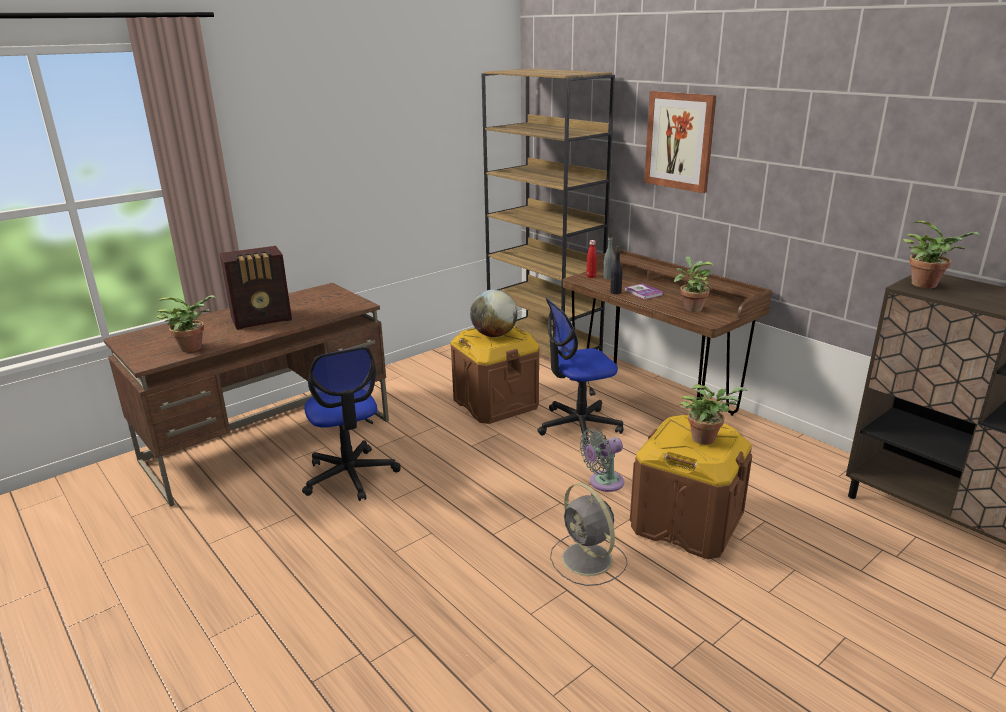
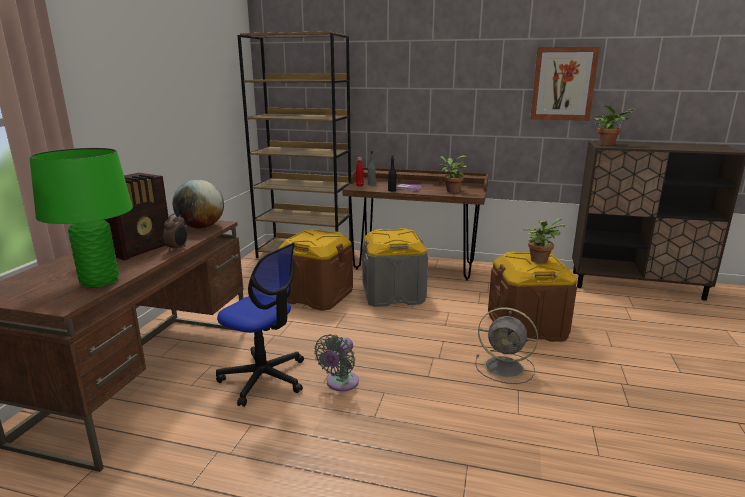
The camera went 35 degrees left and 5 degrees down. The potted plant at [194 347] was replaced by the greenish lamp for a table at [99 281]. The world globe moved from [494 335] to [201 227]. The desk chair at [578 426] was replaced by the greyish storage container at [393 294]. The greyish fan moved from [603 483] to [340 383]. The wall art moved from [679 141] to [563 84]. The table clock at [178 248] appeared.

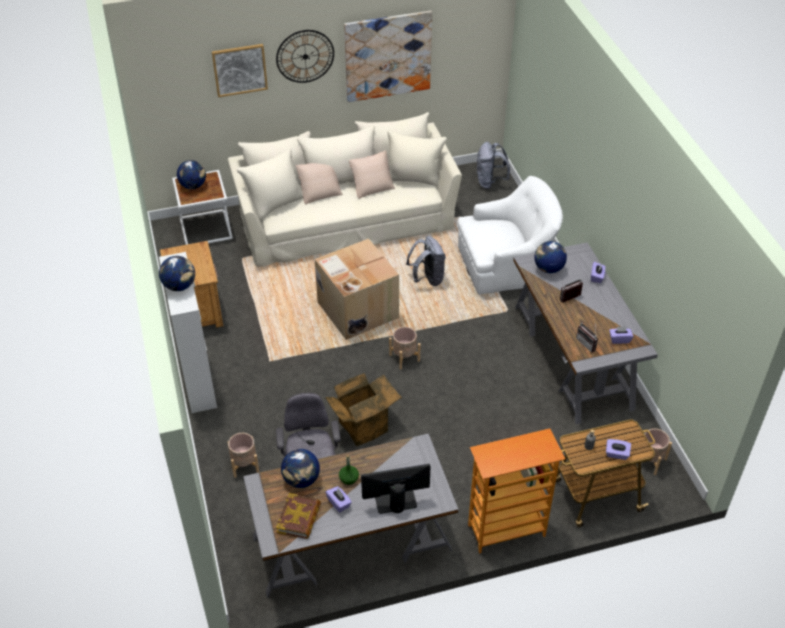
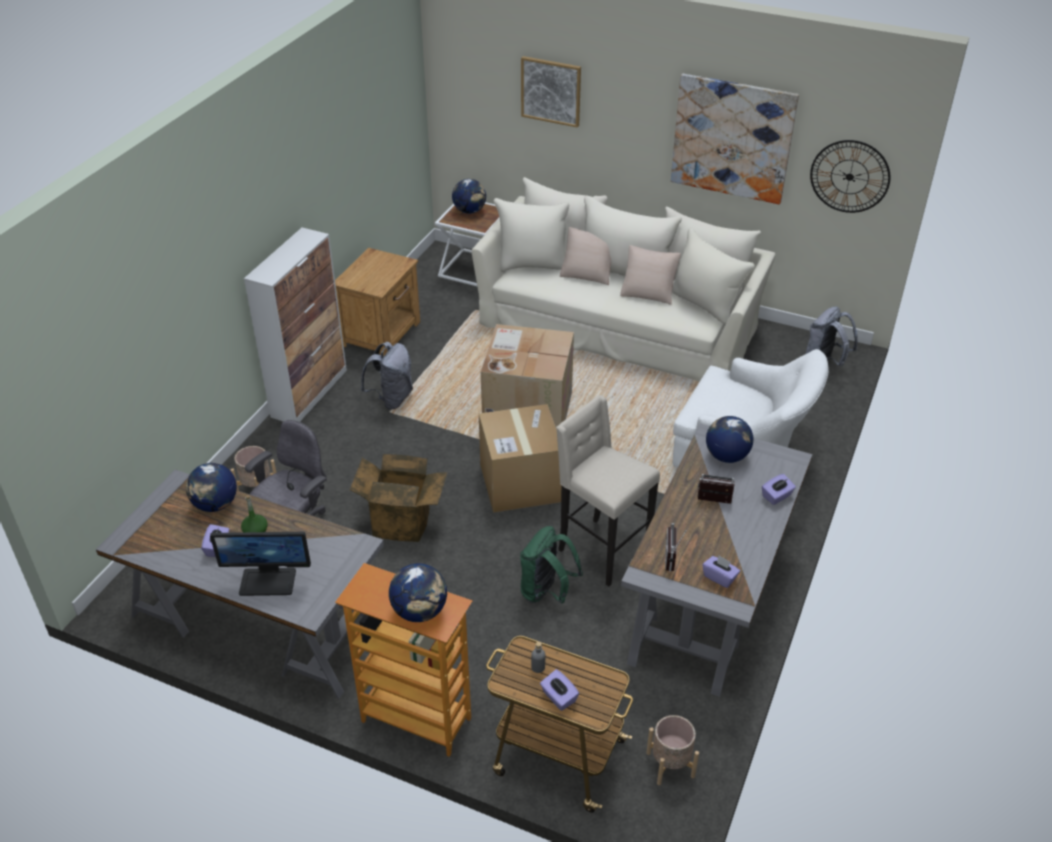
The camera went 40 degrees right and 5 degrees down. The world globe moved from [179 286] to [420 611]. The wall clock moved from [305 56] to [849 176]. The volume at [299 518] disappeared. The computer display at [395 501] turned 150 degrees clockwise. The sand-coloured flower pot at [404 357] was replaced by the carton at [520 483]. The greyish rucksack moved from [427 279] to [391 399]. The greenish rucksack at [546 592] appeared. The sand-coloured stool seat at [601 550] appeared.

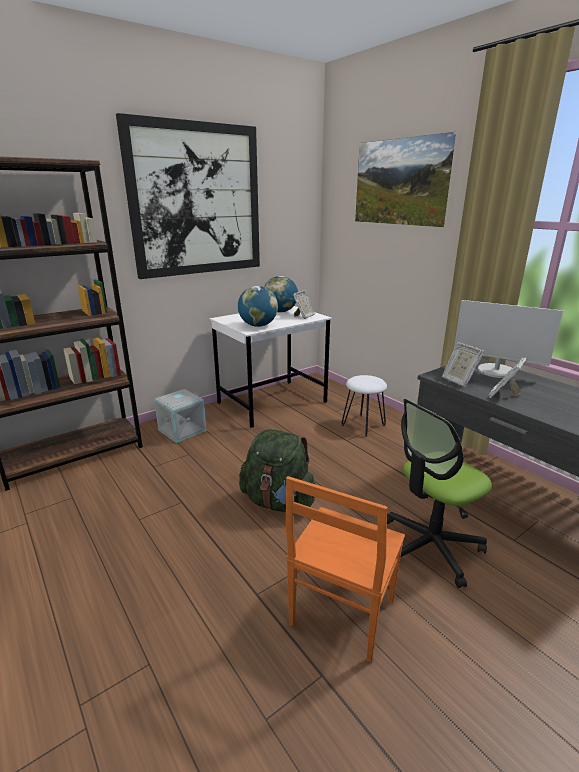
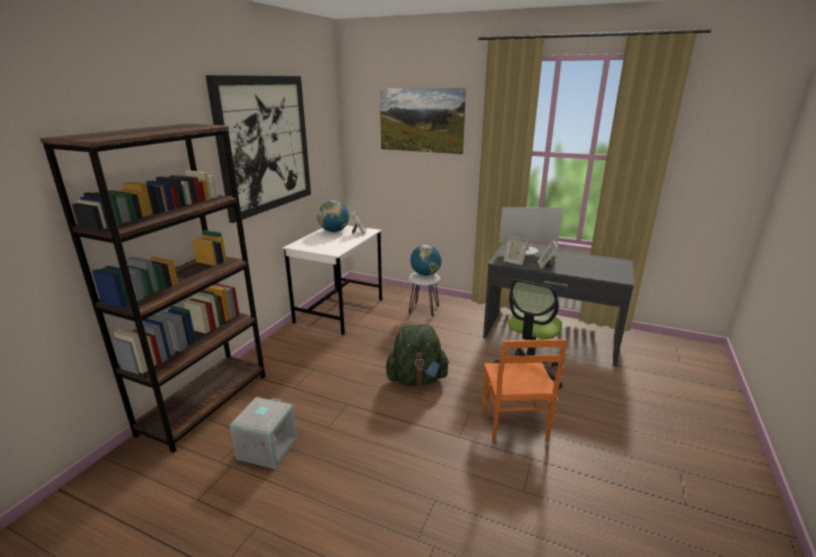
The camera went 30 degrees left and 0 degrees up. The greyish storage container moved from [182 430] to [266 447]. The world globe moved from [258 326] to [425 274].

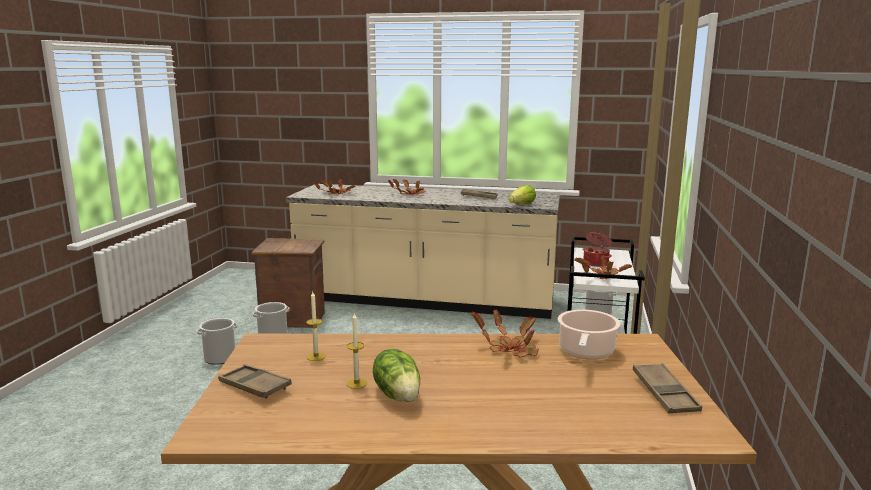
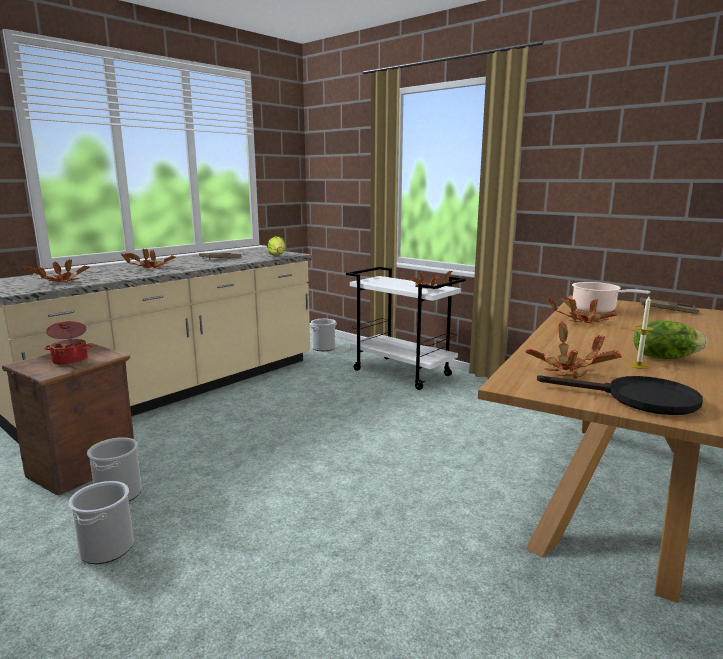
The camera went 60 degrees left and 0 degrees up. The brown-coloured tray at [254 386] was replaced by the blackish skillet at [638 399]. The wax light at [316 356] was replaced by the potted plant at [569 370]. The stockpot moved from [596 263] to [71 360].

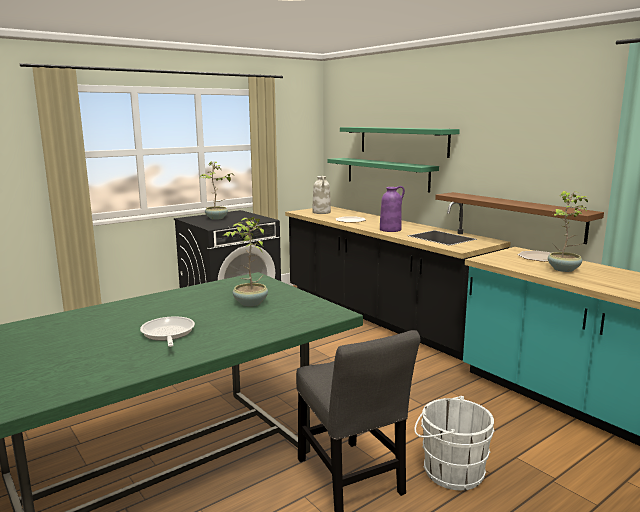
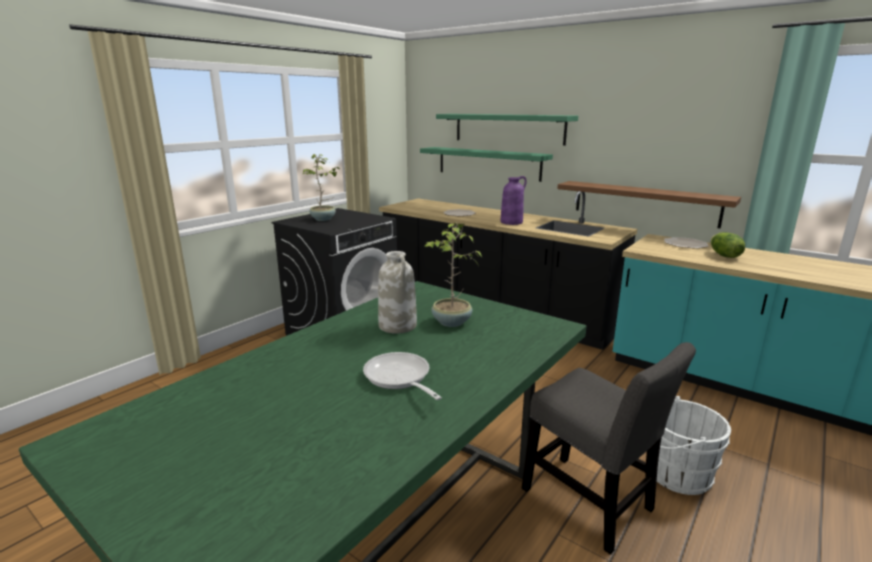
The camera went 15 degrees left and 5 degrees up. The whitish vase moved from [321 212] to [398 326]. The potted plant at [564 269] was replaced by the lettuce at [724 255].

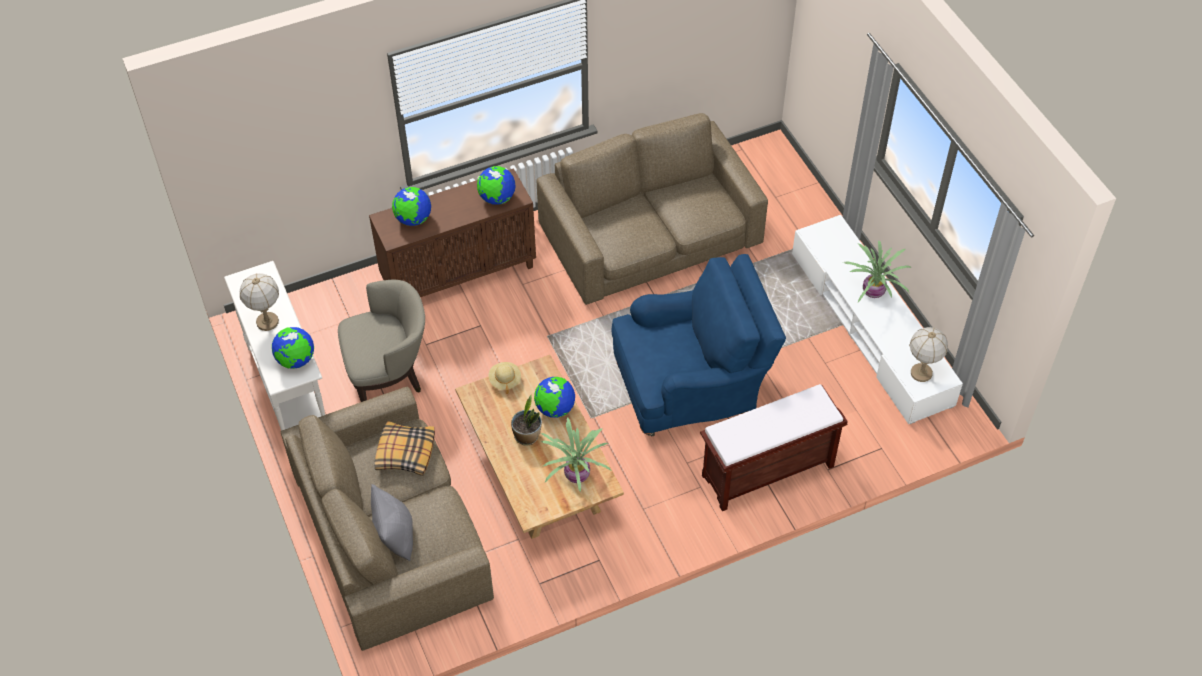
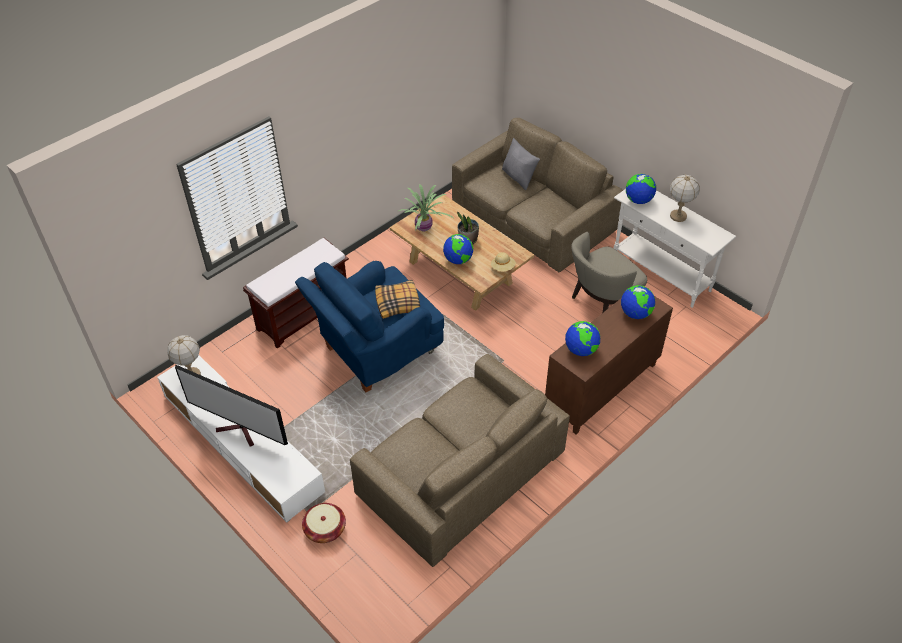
The camera went 160 degrees right and 5 degrees down. The throw pillow moved from [405 453] to [398 303]. The potted plant at [872 293] was replaced by the TV at [240 432]. The basket at [325 529] appeared.

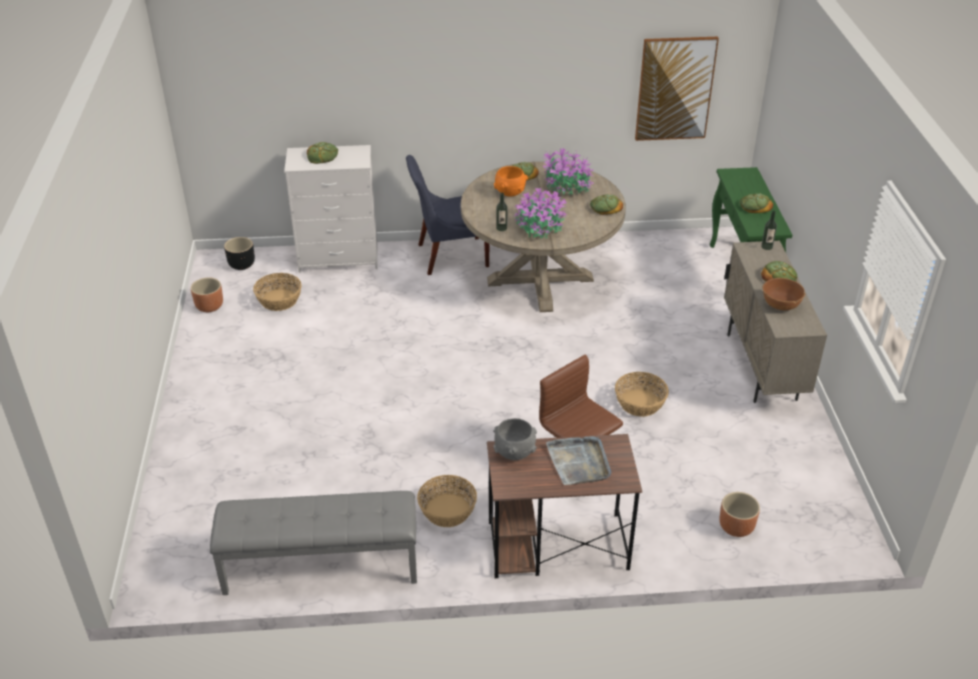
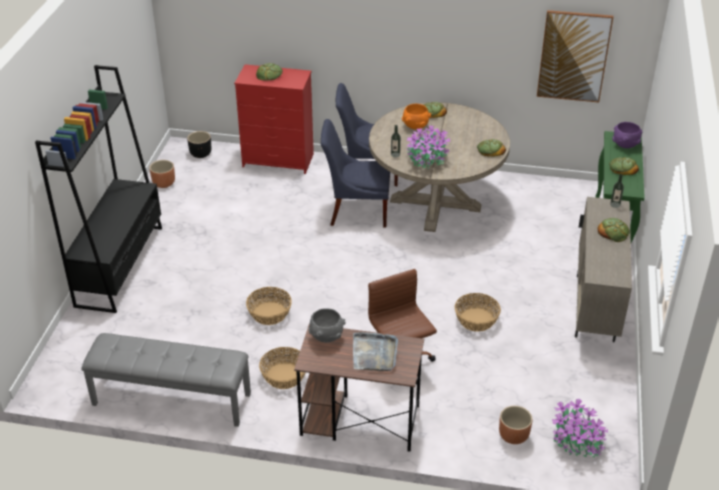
The camera went 15 degrees right and 0 degrees up. The basket moved from [279 300] to [269 314]. The whitish drawer chest at [339 258] became the red-coloured drawer chest at [279 160]. The potted plant moved from [566 187] to [576 442]. The brown-coloured bowl at [780 304] disappeared. The blackish shelving unit at [120 265] appeared. The blue chair at [356 211] appeared. The purple bowl at [625 145] appeared.

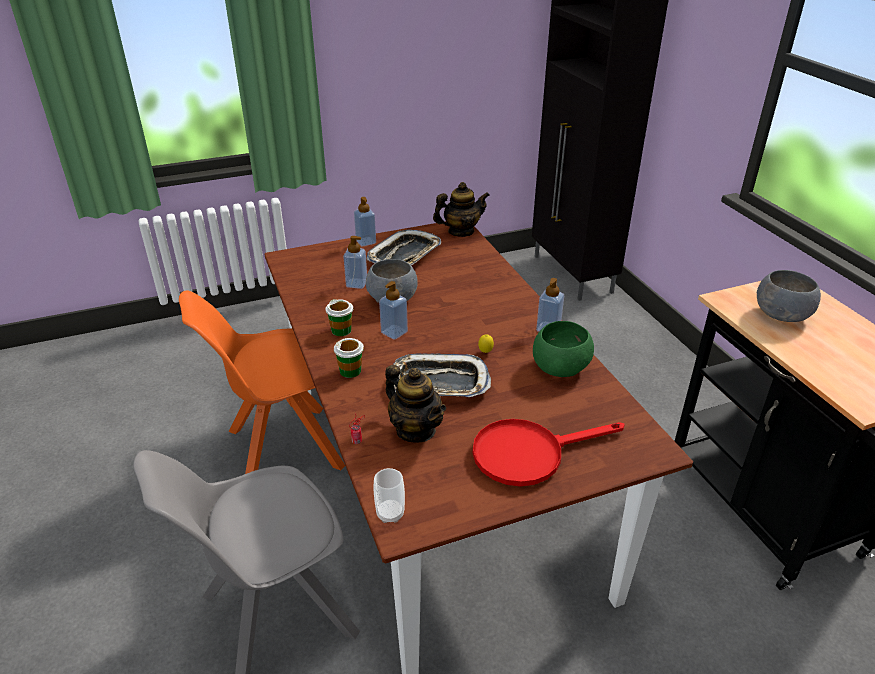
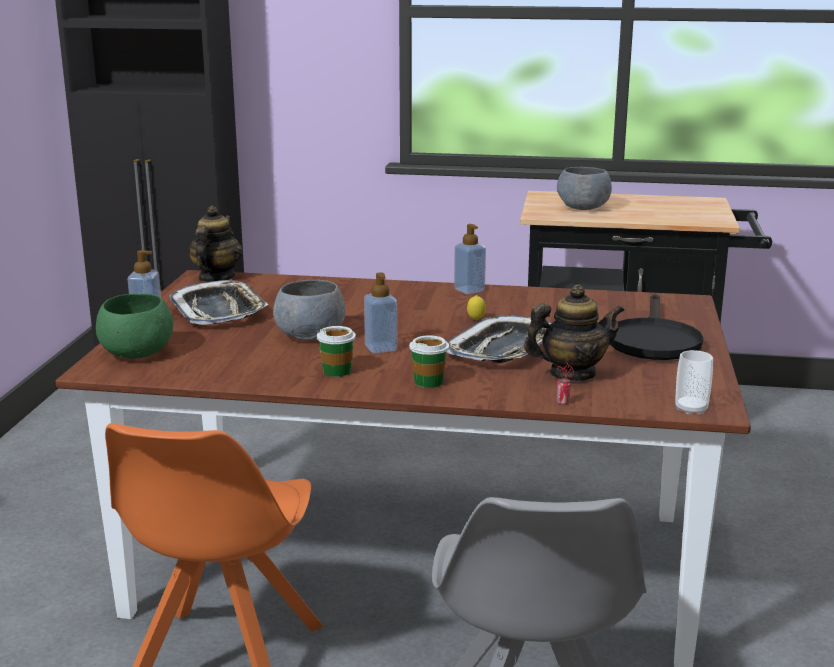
The camera went 60 degrees left and 15 degrees down. The liquid soap bottle at [356 284] disappeared. The red-coloured skillet at [529 453] became the blackish skillet at [652 340]. The greenish bowl moved from [559 368] to [136 353].

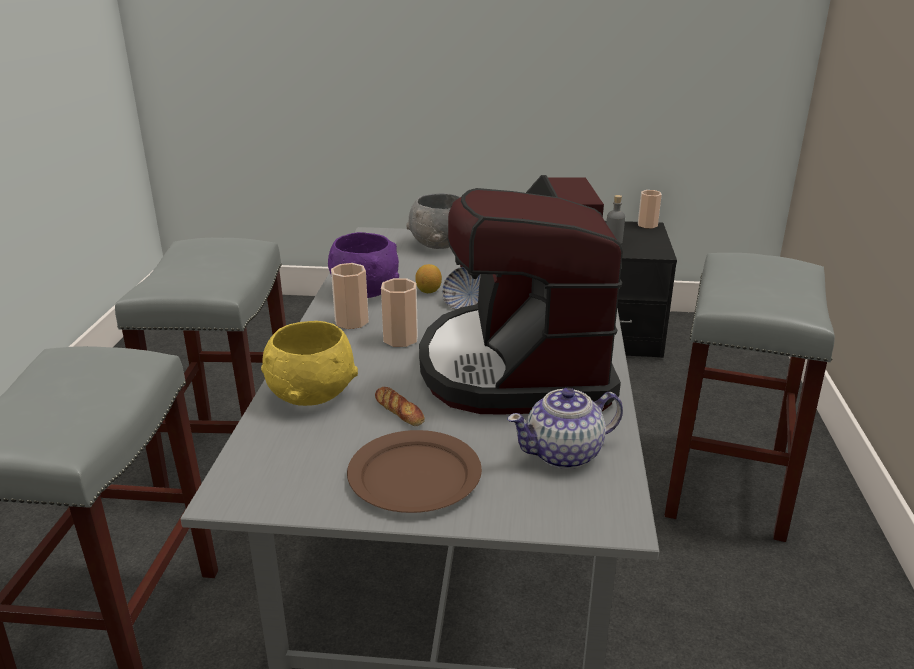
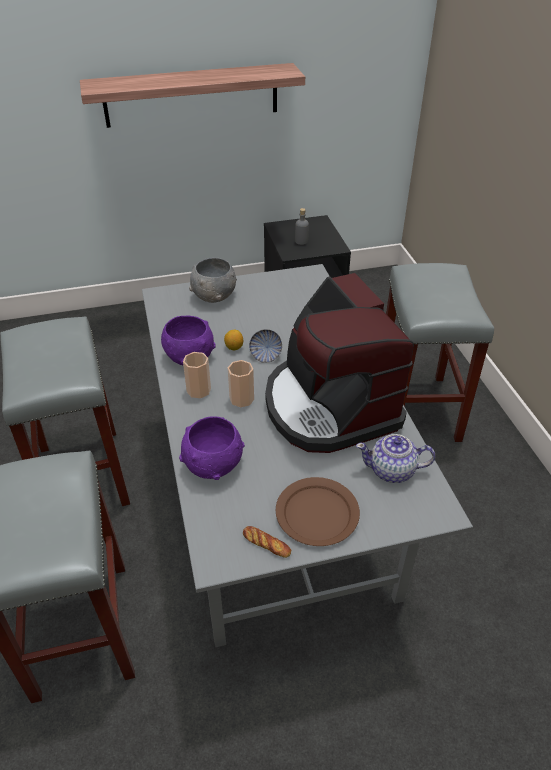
The camera went 20 degrees left and 15 degrees up. The yellow bowl at [310 394] became the purple bowl at [212 465]. The bakery bread moved from [399 411] to [266 544]. The pot for tea at [565 454] turned 45 degrees clockwise. The cup at [647 225] disappeared. The bracket shelf at [191 95] appeared.

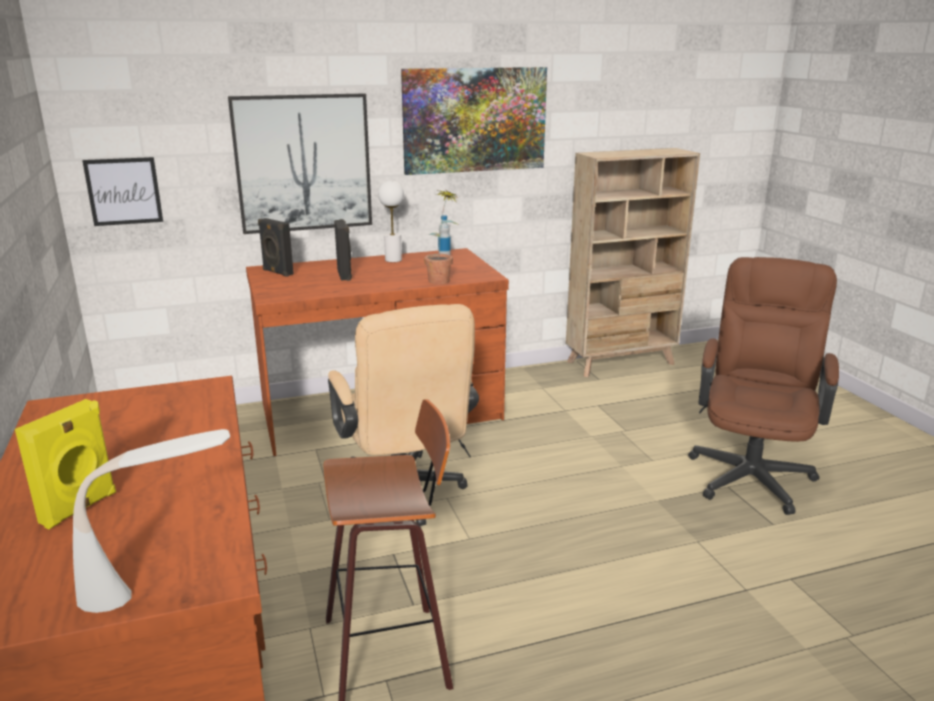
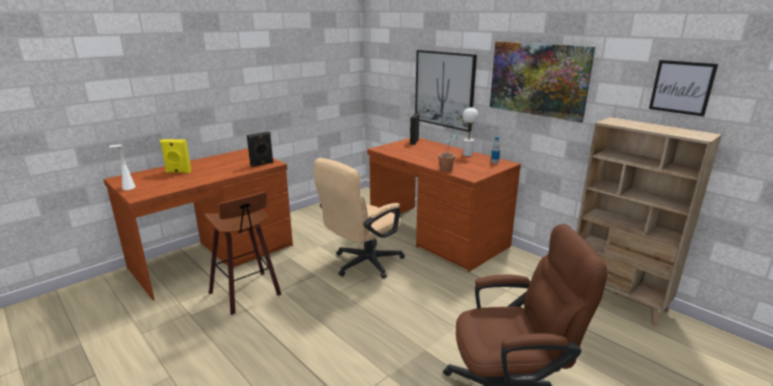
The camera went 65 degrees right and 0 degrees up. The wall art moved from [124 191] to [681 87]. The blackish loudspeaker moved from [345 275] to [262 164].

